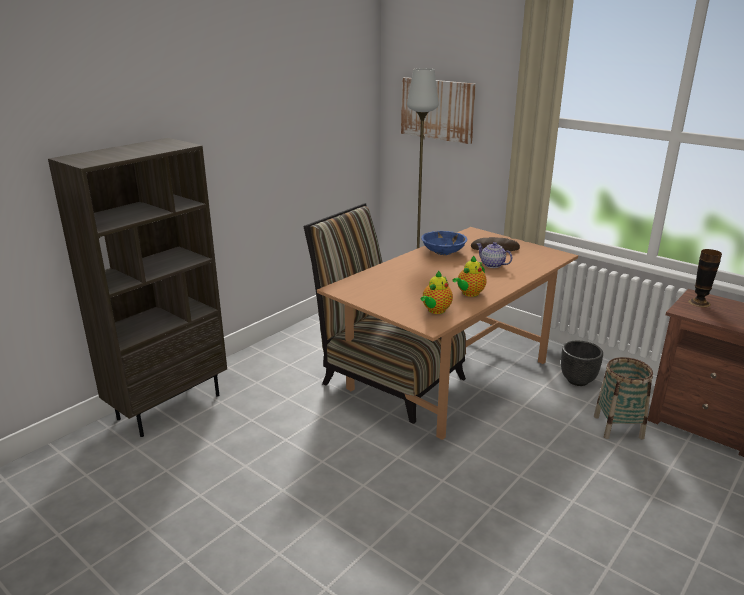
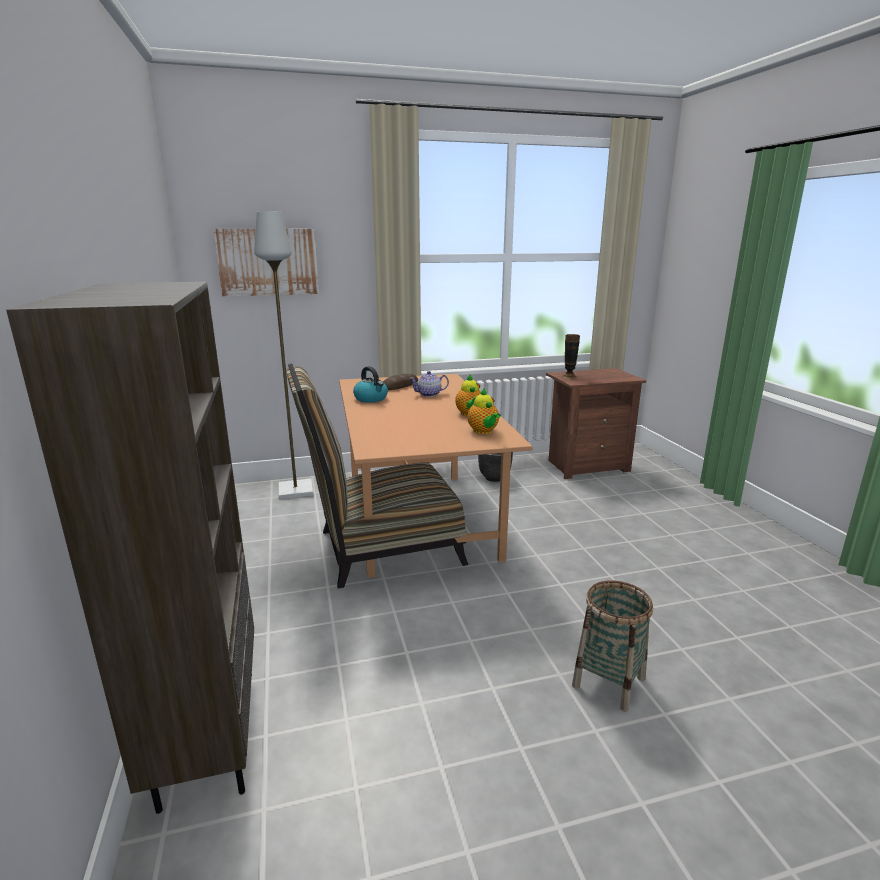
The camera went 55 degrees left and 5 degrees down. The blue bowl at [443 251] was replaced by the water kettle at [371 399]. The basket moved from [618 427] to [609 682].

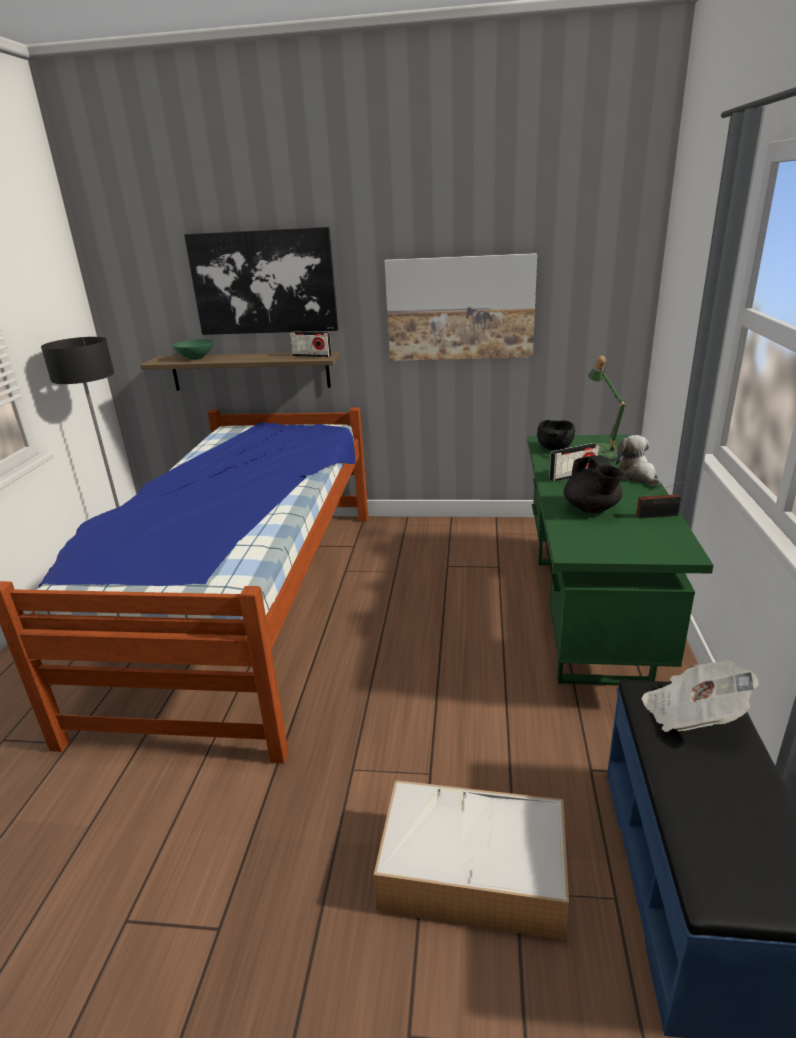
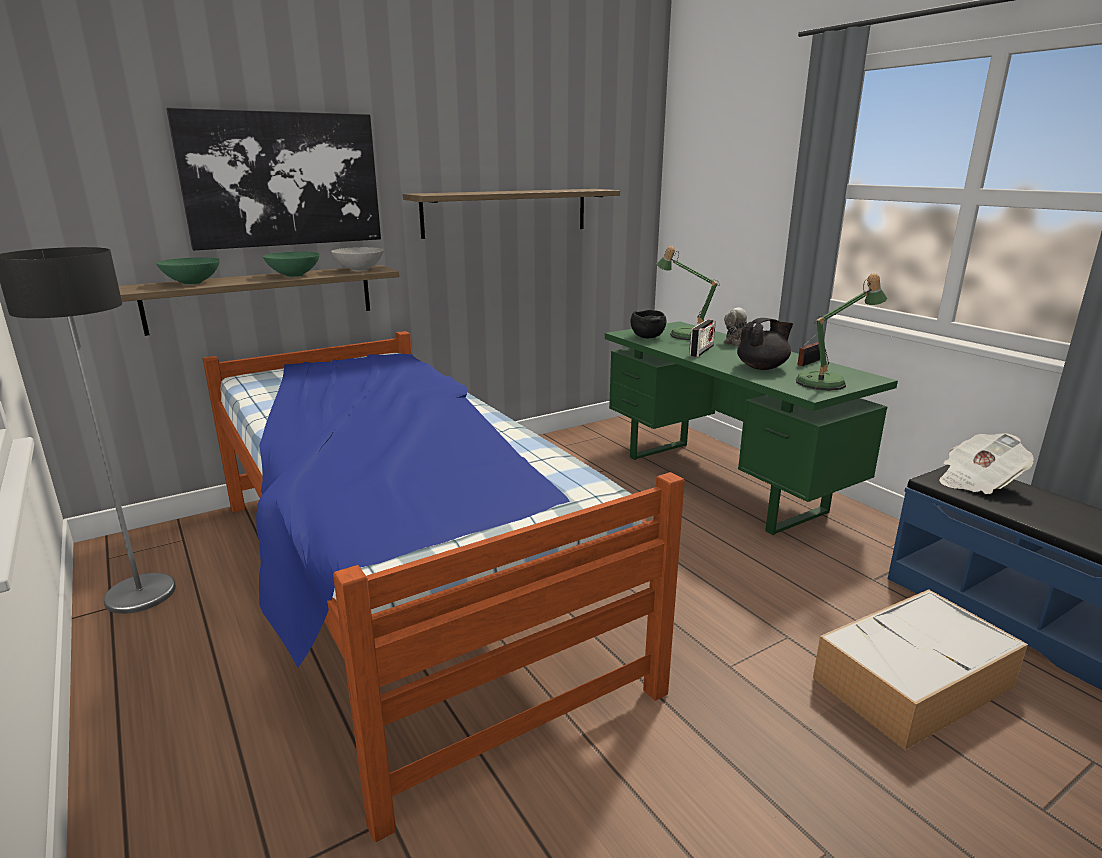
The camera went 40 degrees left and 5 degrees down. The radio set at [312 356] was replaced by the greyish bowl at [360 270]. The wall art at [460 308] was replaced by the bracket shelf at [506 212]. The blackish pot for tea at [592 509] turned 60 degrees counterclockwise. The greenish bowl at [294 275] appeared. The lamp for a table at [828 382] appeared.

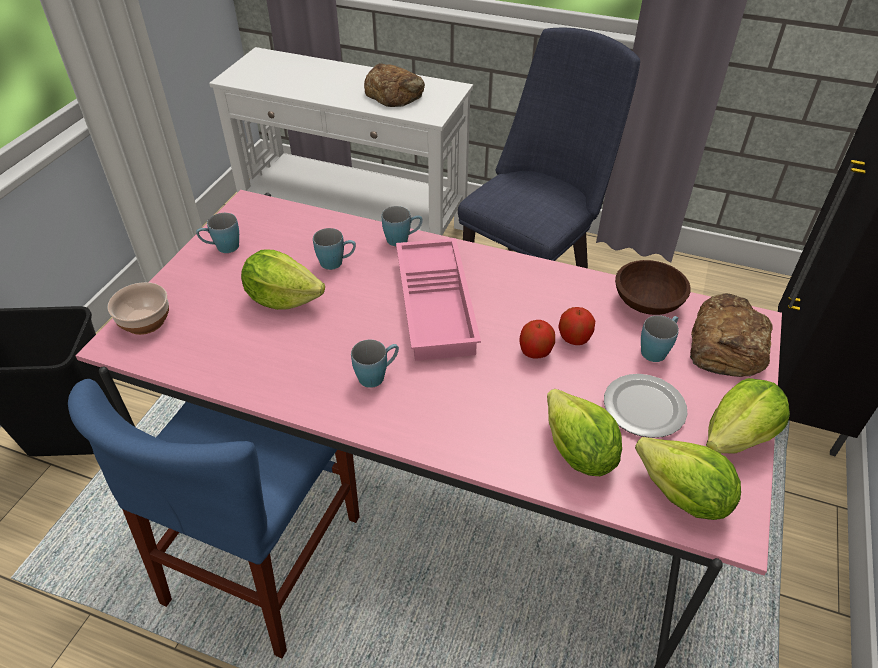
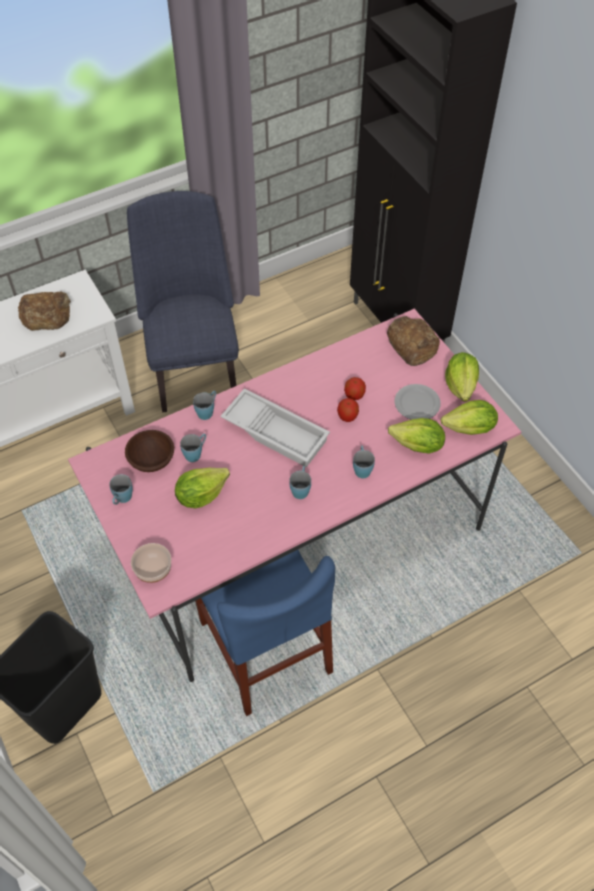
The camera went 50 degrees left and 10 degrees up. The pink tray at [438 305] became the whitish tray at [276 431]. The brown-coloured bowl moved from [648 302] to [152 458]. The blue mug moved from [657 349] to [362 468].

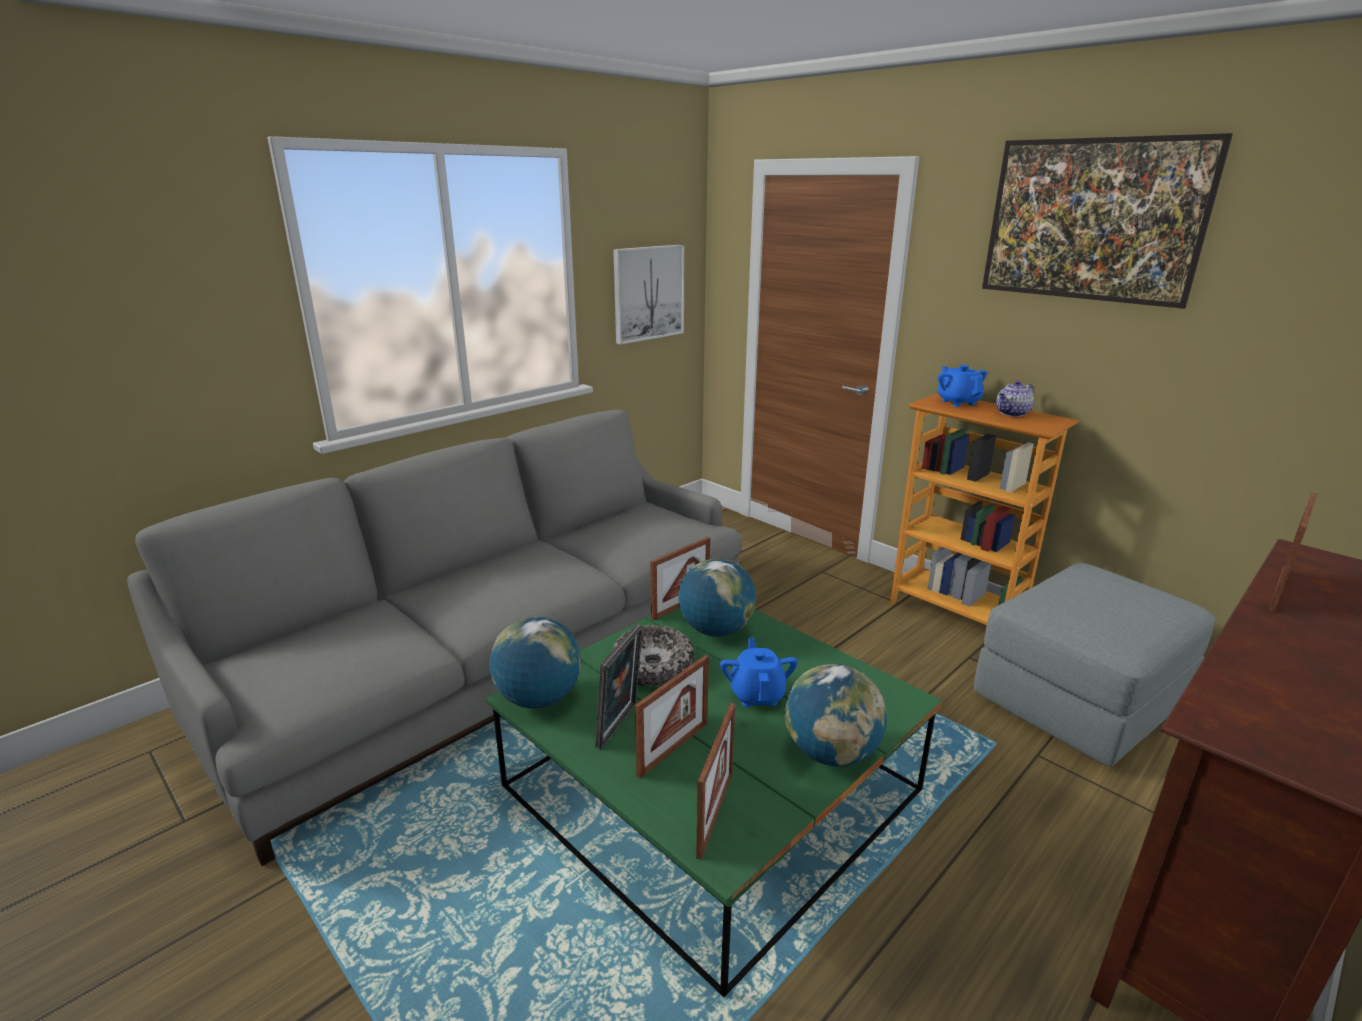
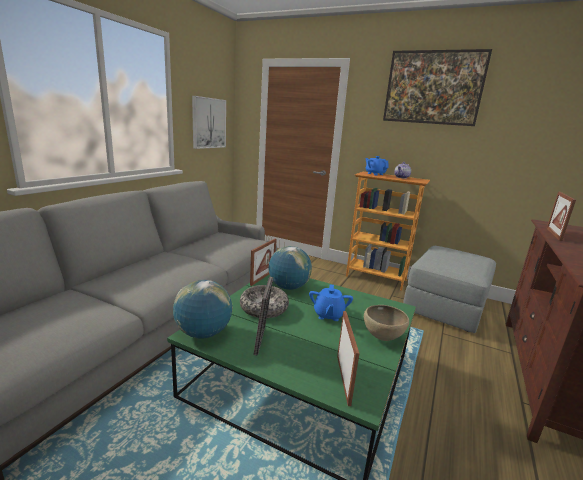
The camera went 20 degrees left and 5 degrees down. The photo frame at [673 748] disappeared. The blue pot for tea at [757 694] turned 150 degrees counterclockwise. The world globe at [831 753] was replaced by the brown-coloured bowl at [382 337].

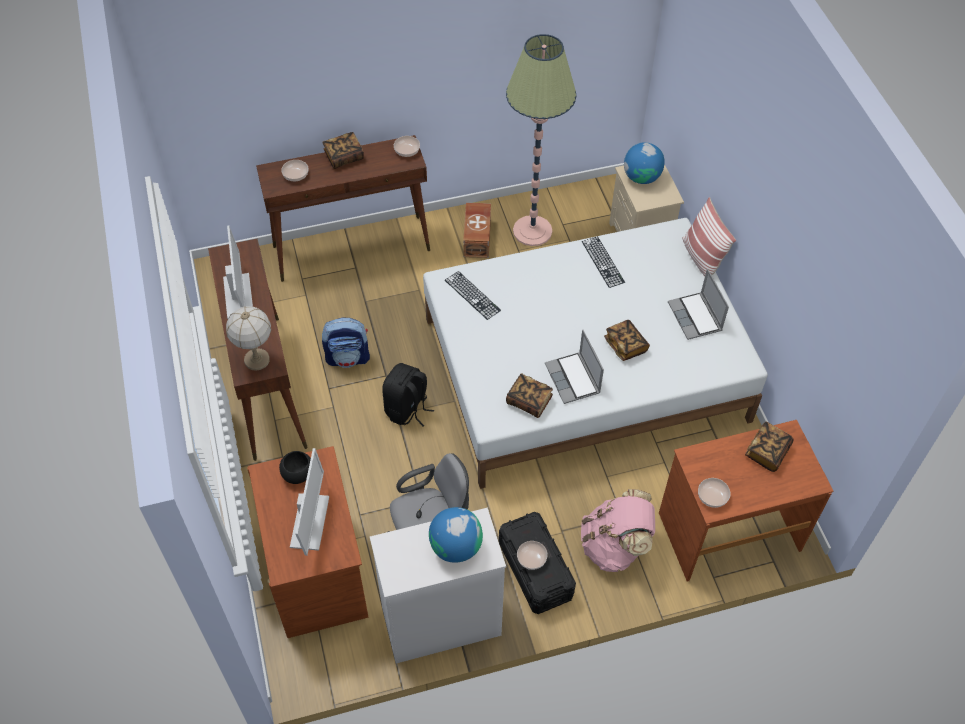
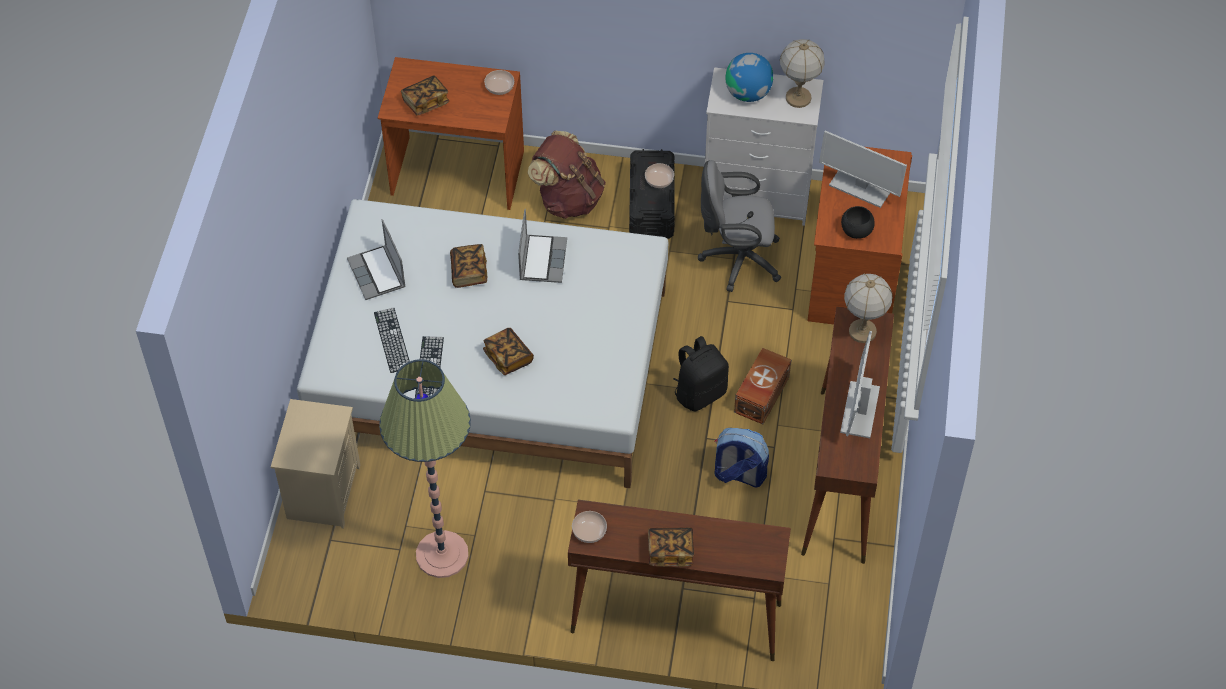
The camera went 155 degrees left and 0 degrees up. The bowl at [296 175] disappeared. The computer display at [310 522] turned 90 degrees counterclockwise. The computer keyboard moved from [472 295] to [392 340]. The brown-coloured storage container moved from [478 238] to [760 395]. The volume moved from [529 401] to [508 357]. The pink rucksack at [614 546] became the brown-coloured rucksack at [568 198]. The world globe at [641 177] disappeared. The notebook computer at [695 317] turned 150 degrees clockwise. The throw pillow at [701 258] disappeared. The lamp for a table at [798 98] appeared.

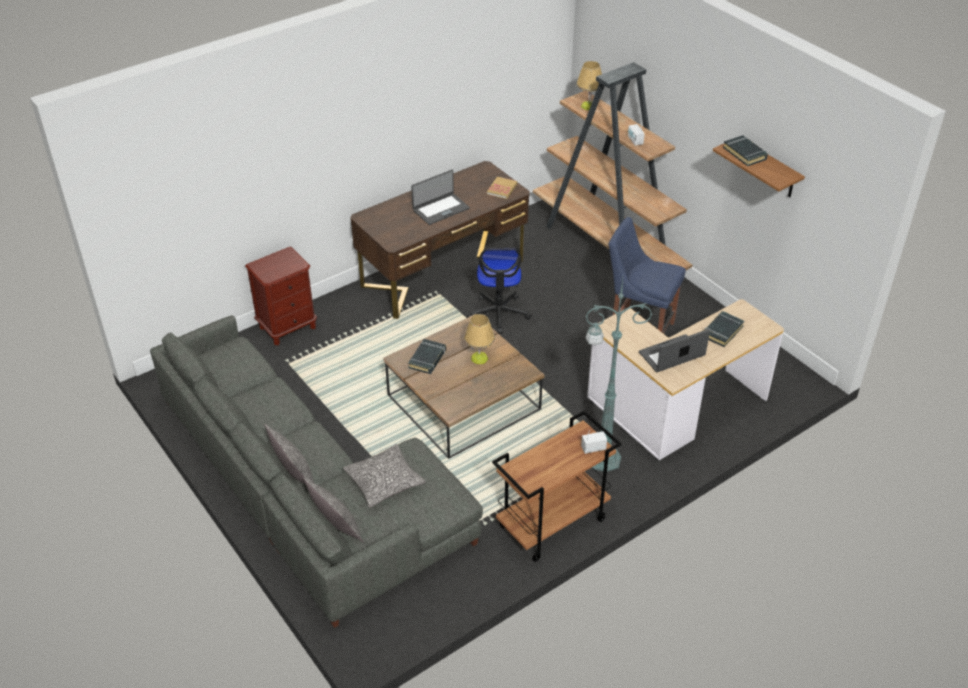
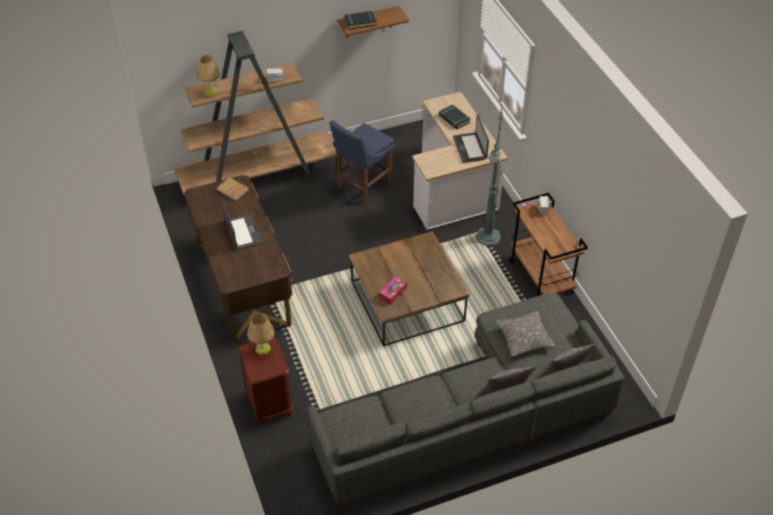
The camera went 75 degrees left and 5 degrees up. The blackish volume at [427 359] was replaced by the tissue box at [393 293]. The lamp for a table moved from [479 358] to [263 348]. The desk chair at [498 313] disappeared.

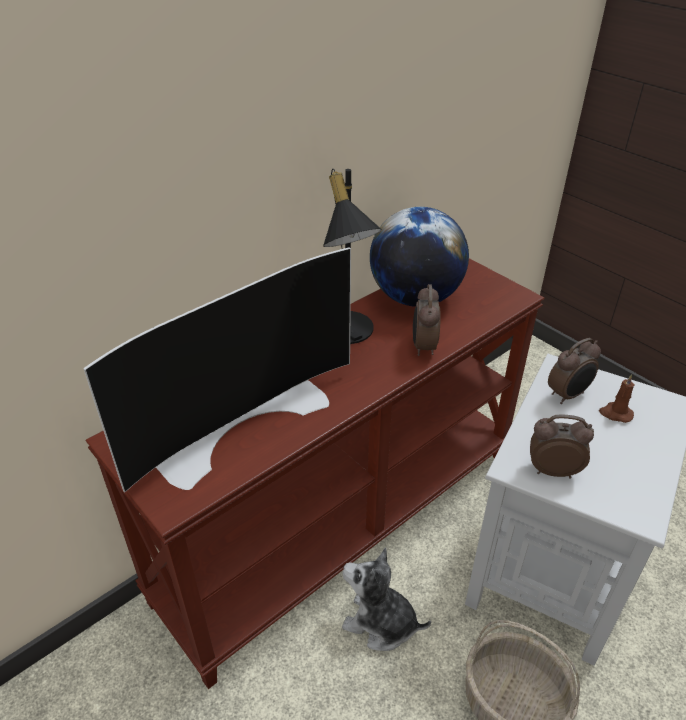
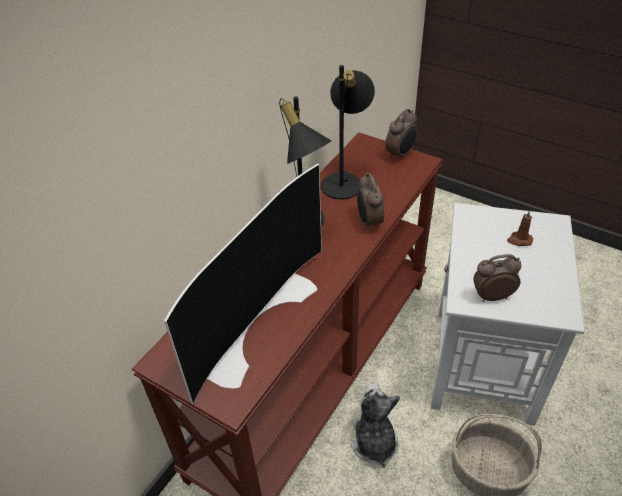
The camera went 15 degrees left and 5 degrees up. The soft toy at [380 623] turned 75 degrees clockwise. The world globe at [415 298] was replaced by the blackish lamp for a table at [345 181]. The table clock moved from [568 395] to [400 154].

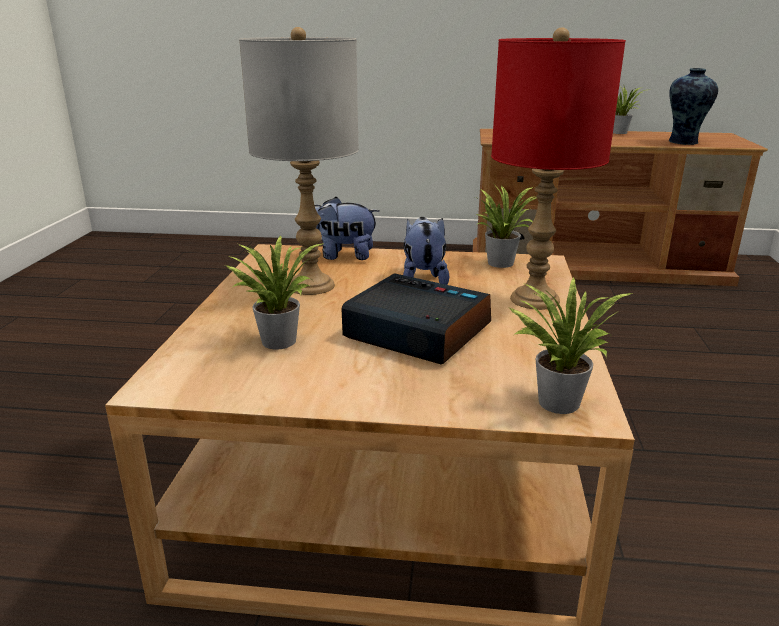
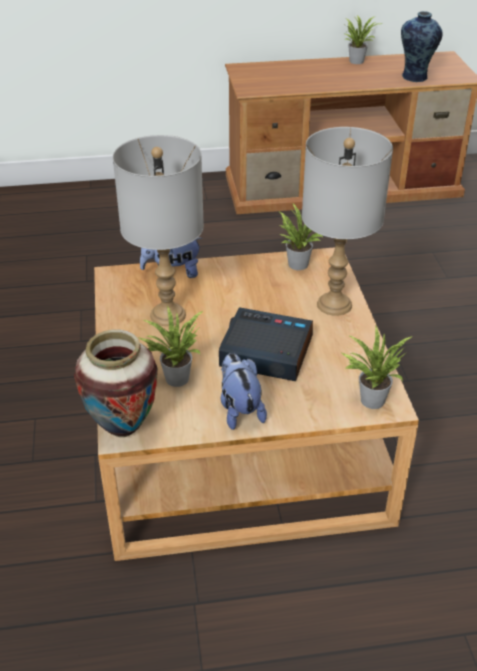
The camera went 15 degrees left and 15 degrees up. The soft toy moved from [423 279] to [239 409]. The red-coloured lamp for a table at [534 299] became the greyish lamp for a table at [334 304]. The vase at [122 428] appeared.

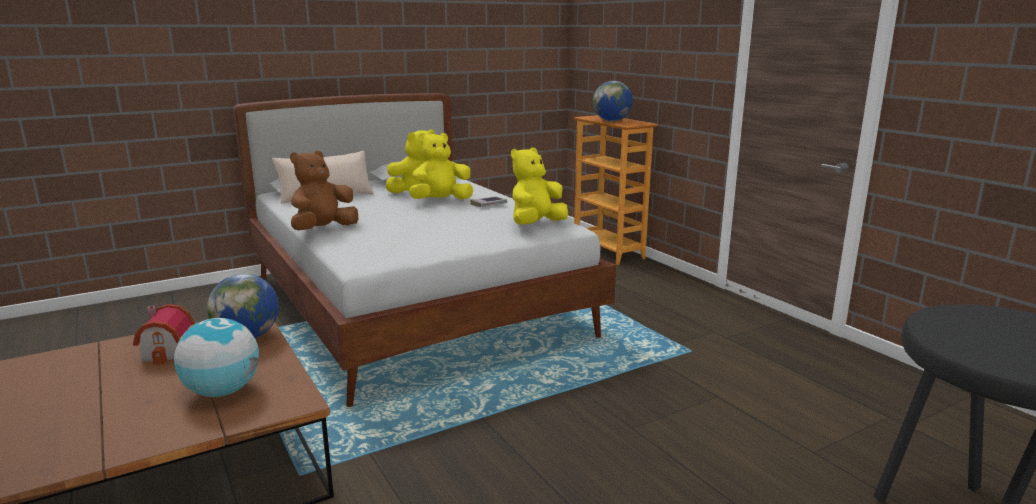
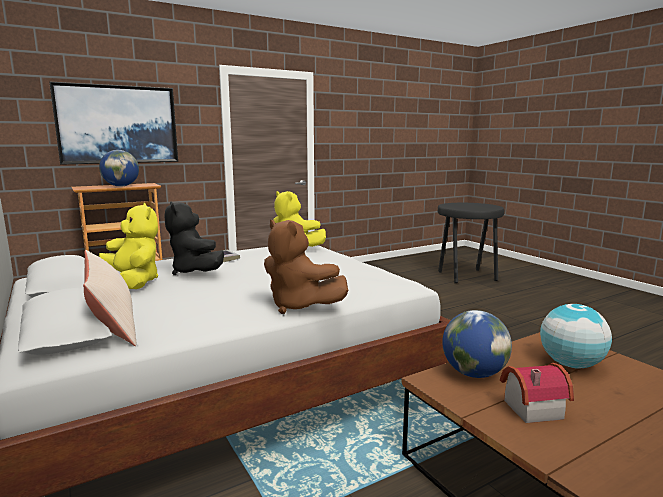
The camera went 90 degrees left and 5 degrees down. The yellow soft toy at [441 201] became the blackish soft toy at [195 272]. The wall art at [118 124] appeared.

